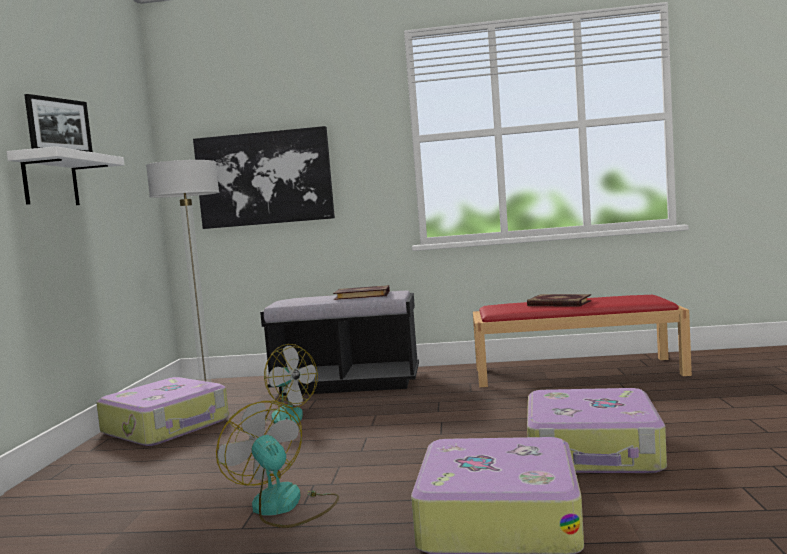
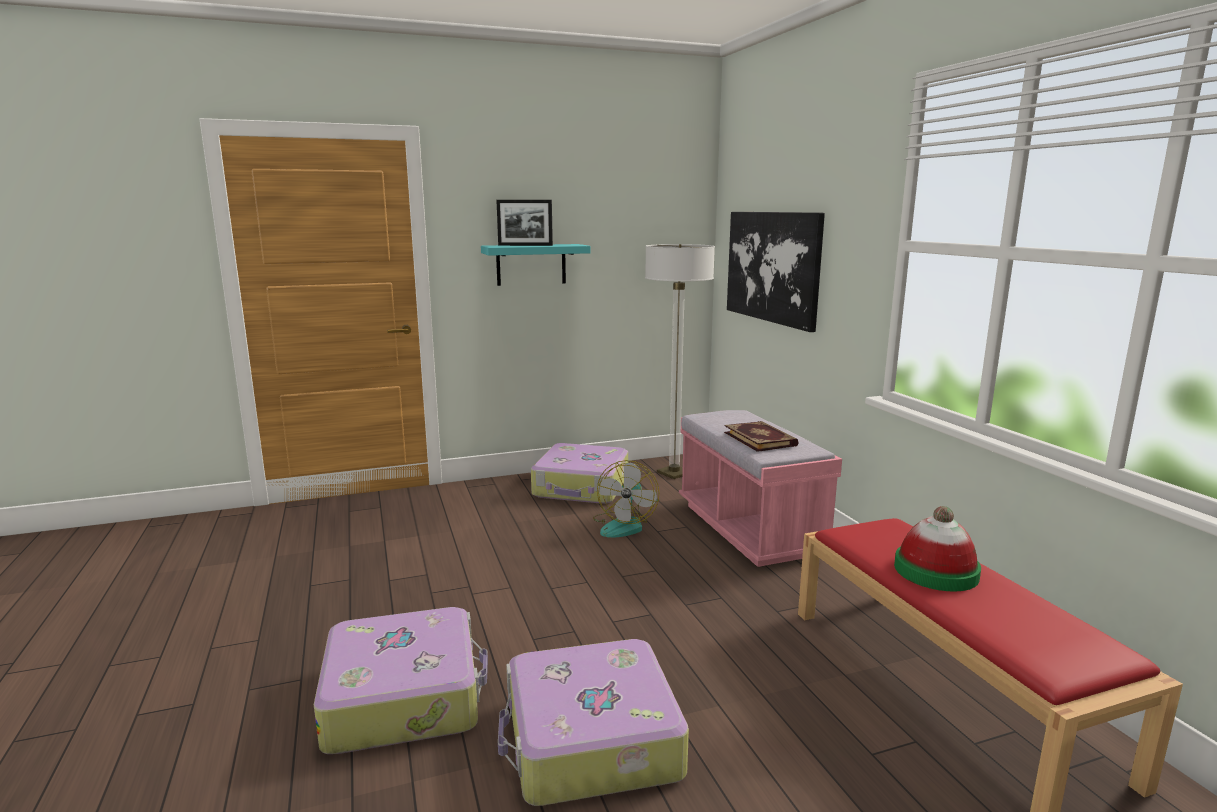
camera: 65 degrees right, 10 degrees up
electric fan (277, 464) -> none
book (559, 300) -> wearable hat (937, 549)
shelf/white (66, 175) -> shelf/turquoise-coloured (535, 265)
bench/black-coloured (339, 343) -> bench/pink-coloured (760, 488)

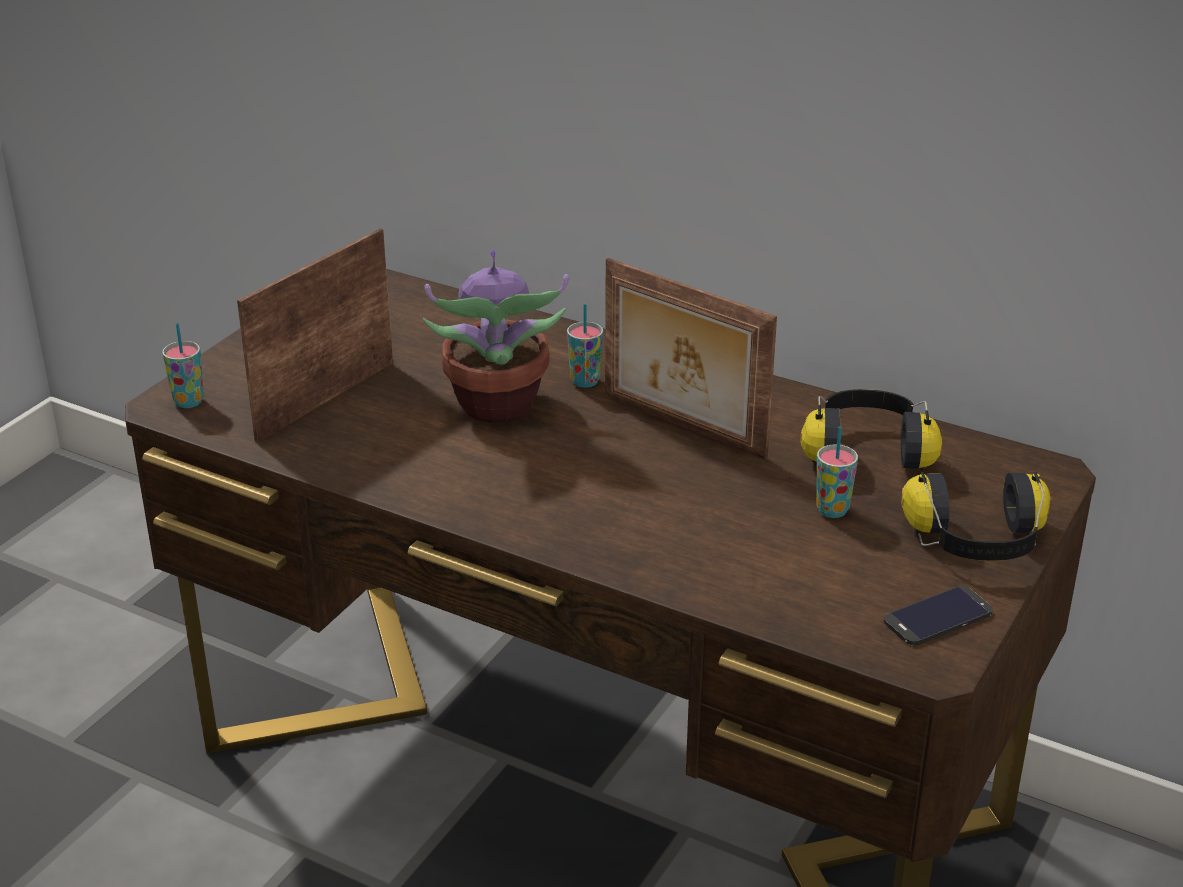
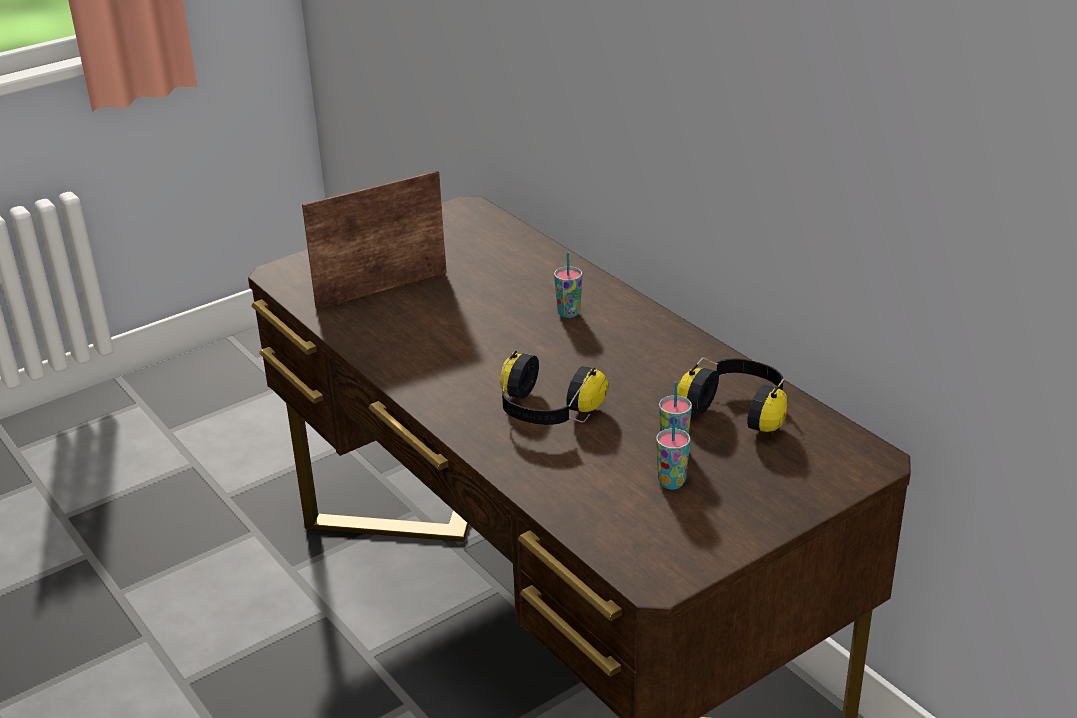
camera: 25 degrees right, 0 degrees up
potted plant (496, 336) -> none
photo frame (691, 358) -> none
telephone (938, 616) -> none
drinking cup (183, 365) -> drinking cup (673, 452), moved
pair of headphones (975, 516) -> pair of headphones (554, 388), moved

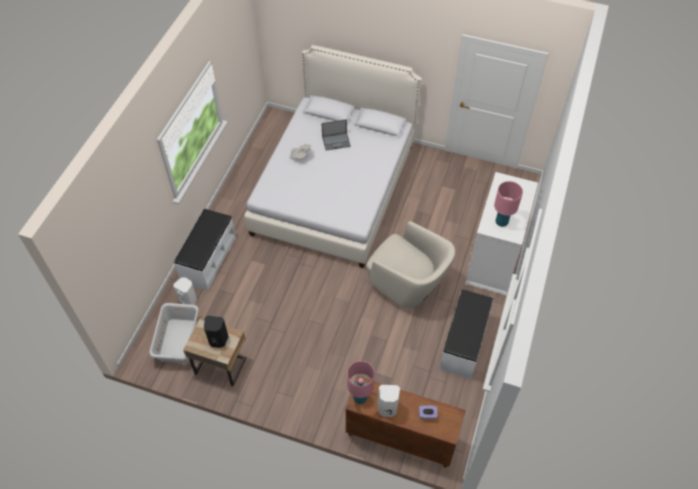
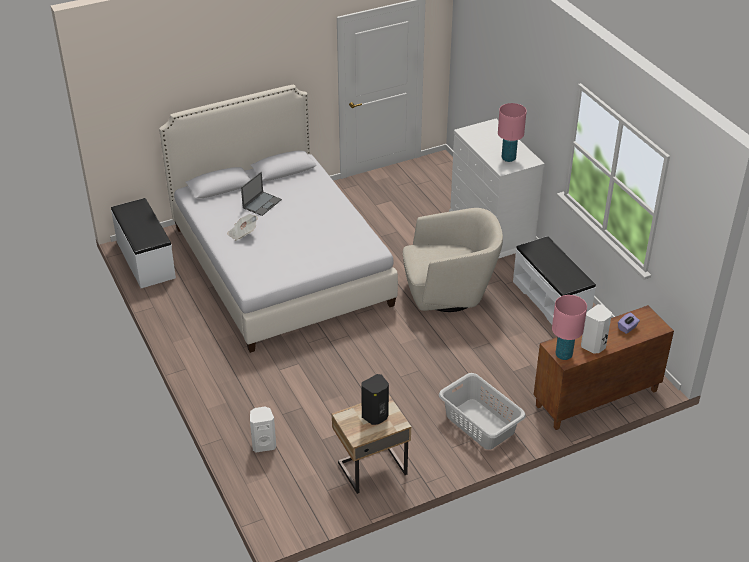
camera: 45 degrees left, 15 degrees down
washing basket/greyish (174, 333) -> washing basket/greyish (482, 411), moved
bench/white (205, 250) -> bench/white (143, 243), moved

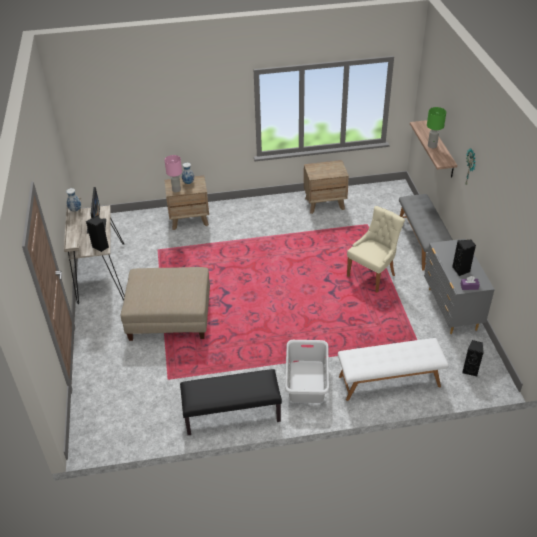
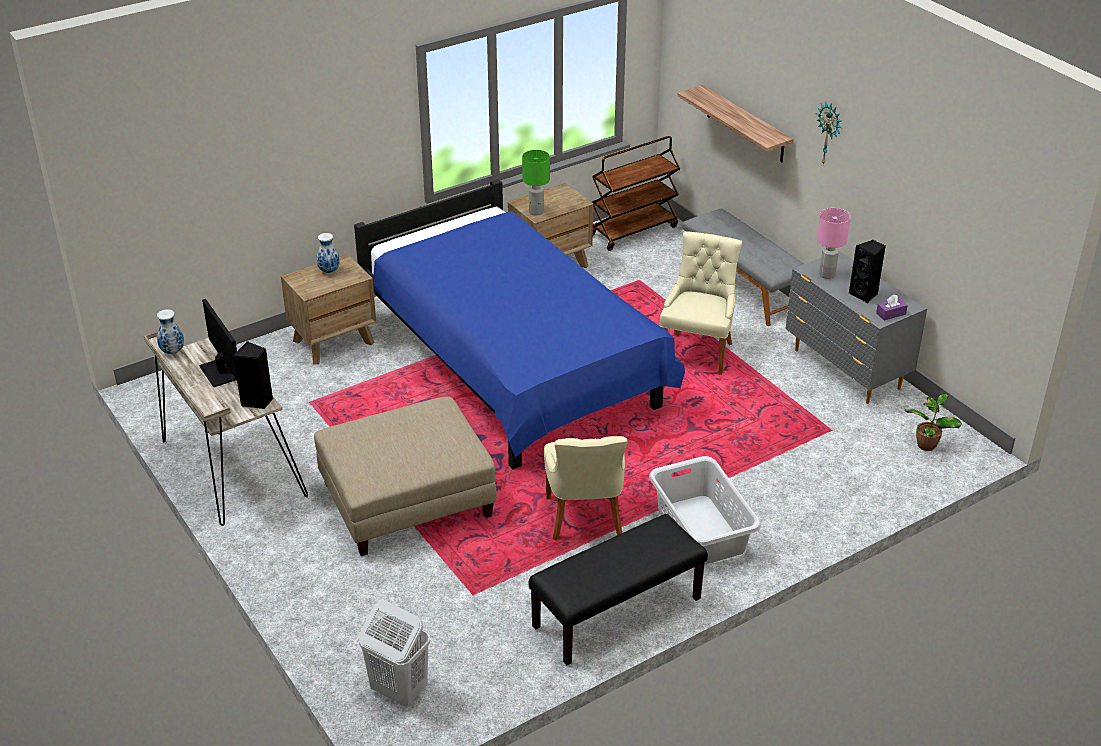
camera: 25 degrees left, 5 degrees down
bench/white (393, 369) -> none
none -> sleeping bed/bluish (519, 324)
none -> washing basket/white (394, 653)
none -> plain chair/beige (586, 488)
none -> cart/brown (636, 193)
table lamp/pink-coloured (173, 173) -> table lamp/pink-coloured (834, 243), moved
table lamp/greenish (436, 127) -> table lamp/greenish (536, 183), moved
audio speaker/black-coloured (473, 358) -> potted plant (933, 422)

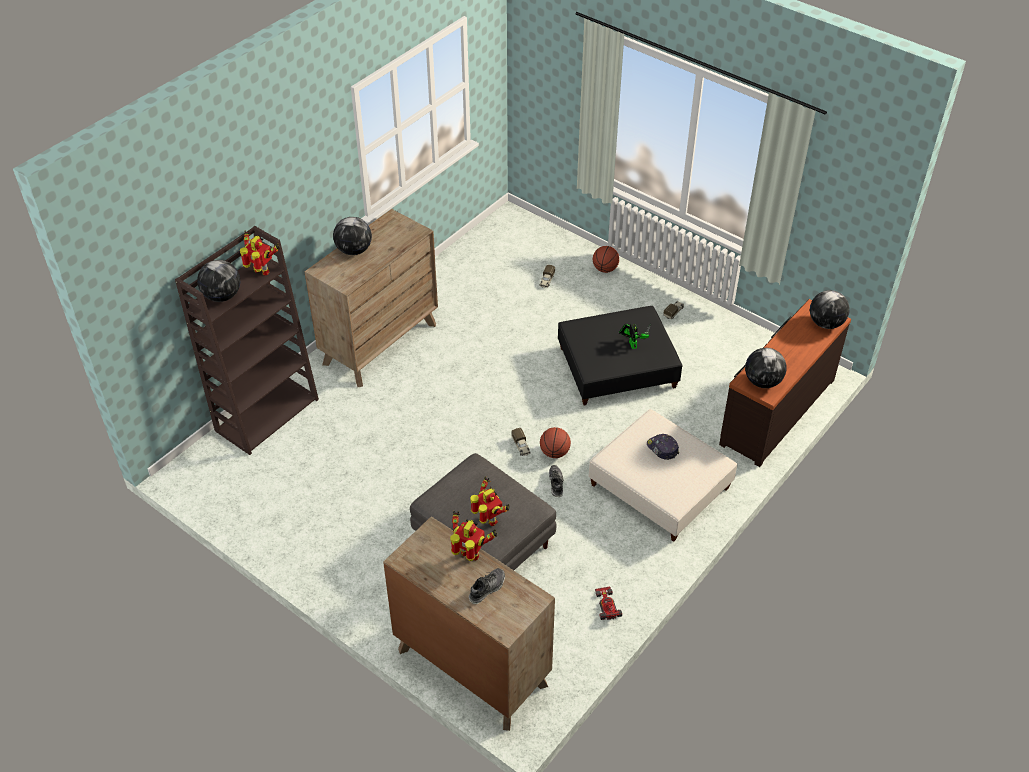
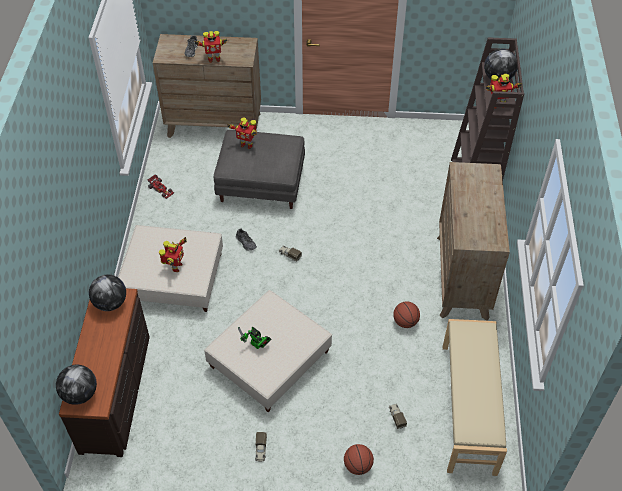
camera: 145 degrees right, 5 degrees up
world globe (352, 236) -> none
none -> bench/beige (475, 397)
ball for basketball (555, 442) -> ball for basketball (406, 314), moved
peaked cap (663, 447) -> robot figure (173, 254)
footrest/black-coloured (620, 355) -> footrest/beige (268, 351)

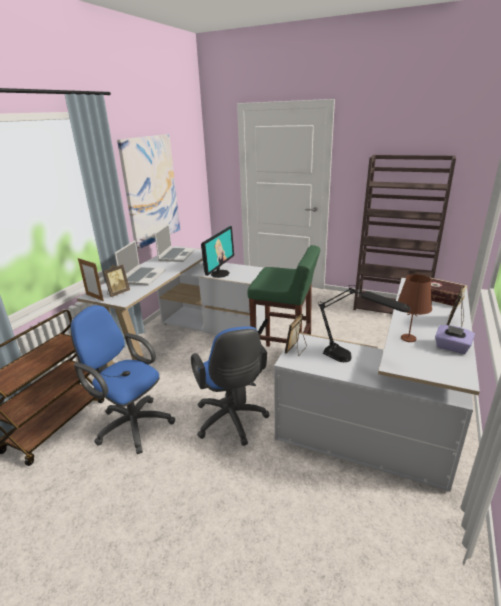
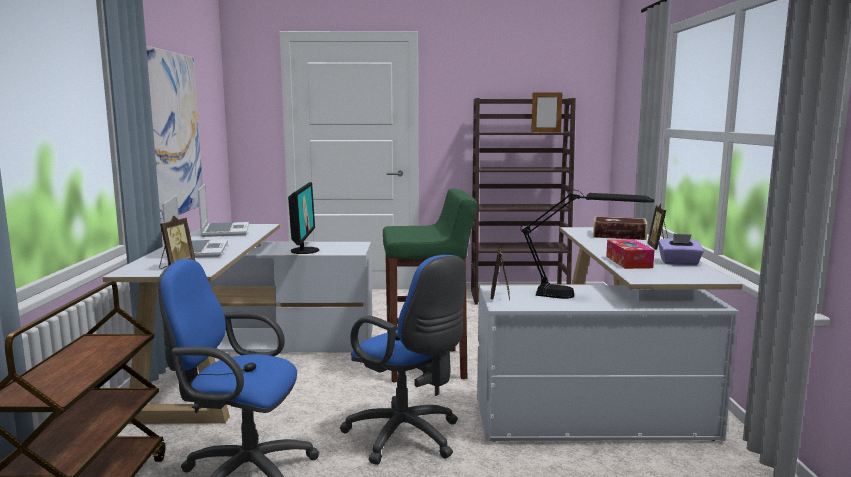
camera: 25 degrees left, 15 degrees down
photo frame (91, 279) -> photo frame (546, 111), moved
table lamp/brown (415, 308) -> tissue holder (630, 254)

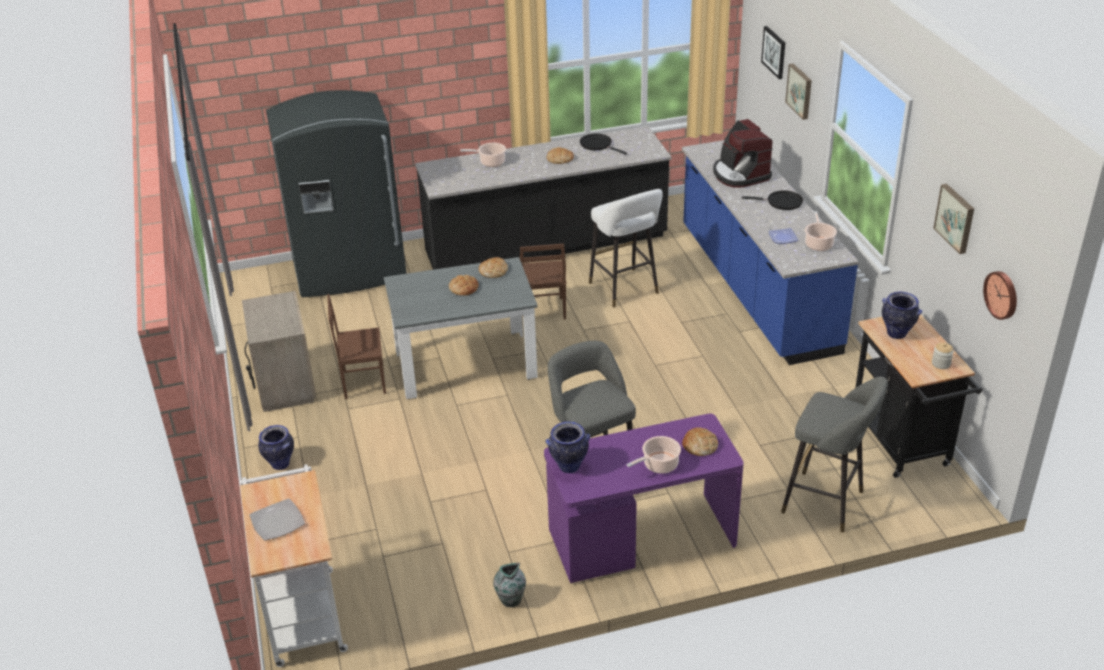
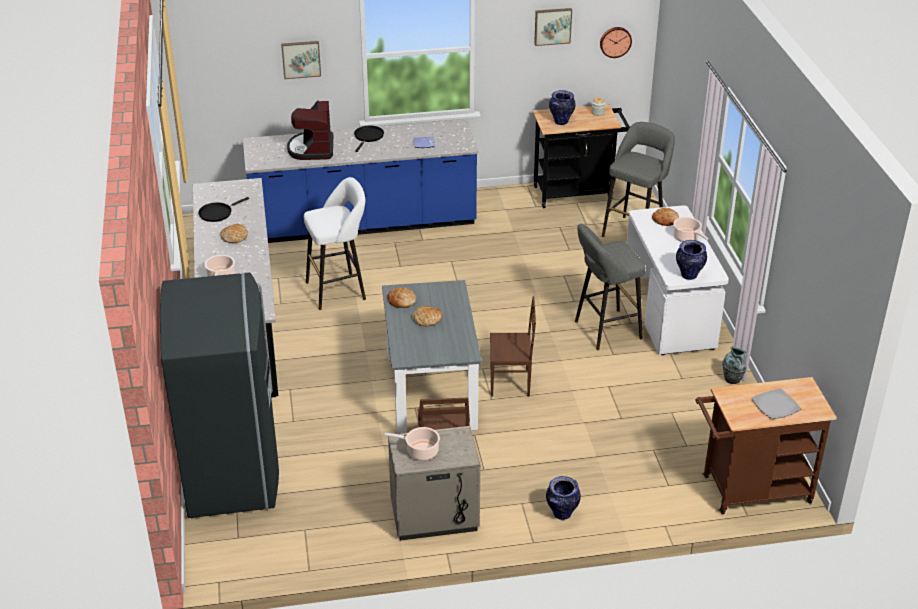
camera: 85 degrees left, 0 degrees up
picture (773, 52) -> none
plain chair/brown (543, 281) -> plain chair/brown (513, 346), moved
cooking pot (821, 231) -> cooking pot (412, 444), moved
cart/white (294, 565) -> cart/brown (766, 445)
desk table/purple (644, 498) -> desk table/white (678, 280)
coffee machine (743, 153) -> coffee machine (310, 130), 105 degrees clockwise

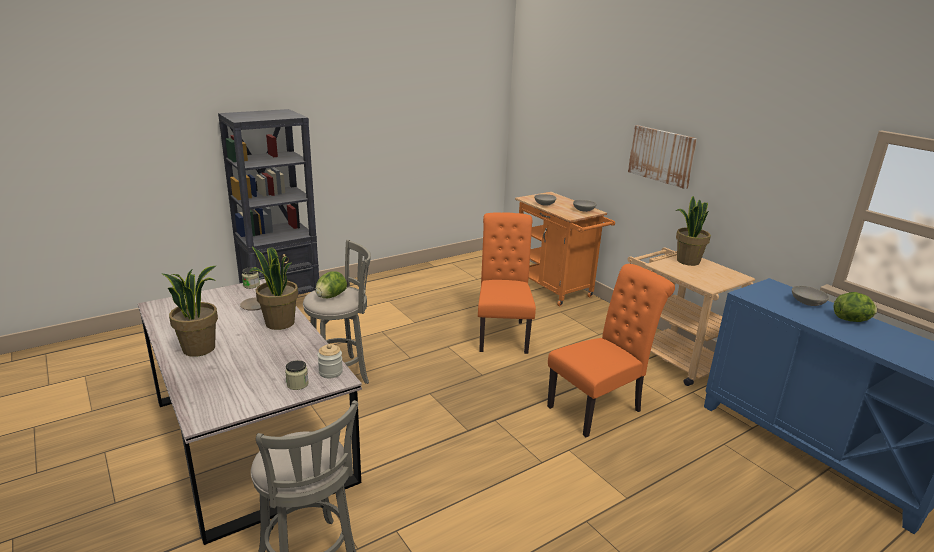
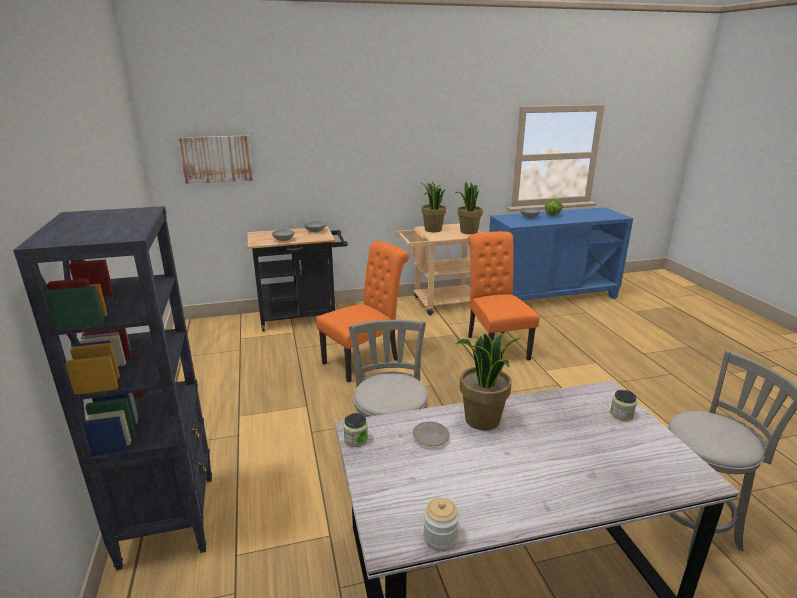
camera: 70 degrees left, 0 degrees up
lettuce head (331, 284) -> none
potted plant (190, 311) -> potted plant (469, 207), moved
storage jar (330, 361) -> storage jar (441, 524), moved
picture (662, 157) -> picture (216, 159), moved
cart/orangey (565, 249) -> cart/black-coloured (298, 279)
plain chair/orangey (507, 283) -> plain chair/orangey (362, 312), 120 degrees clockwise

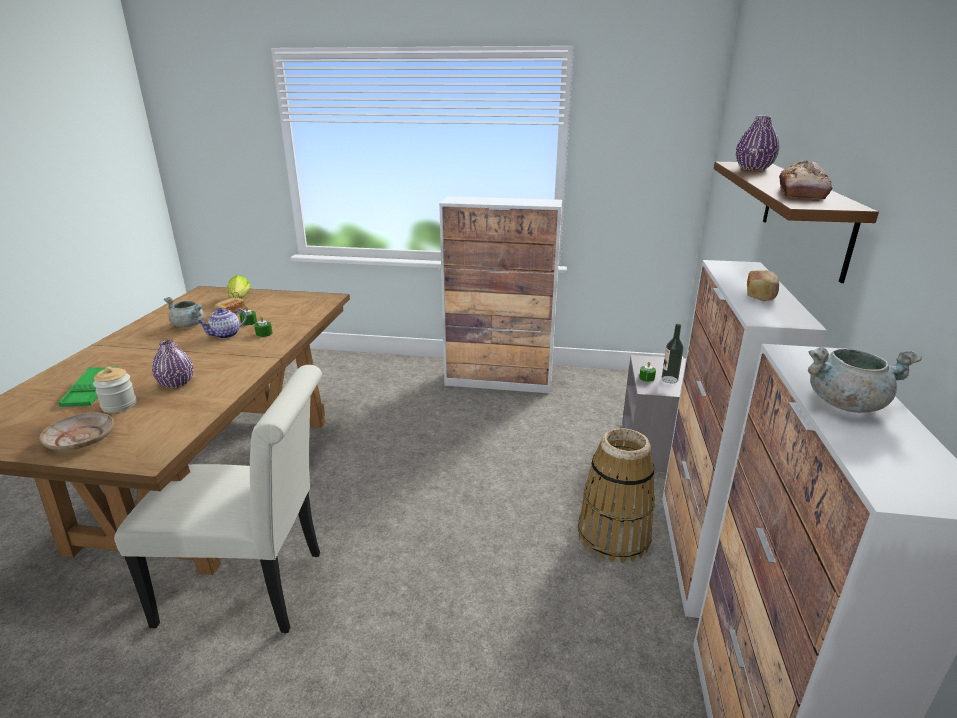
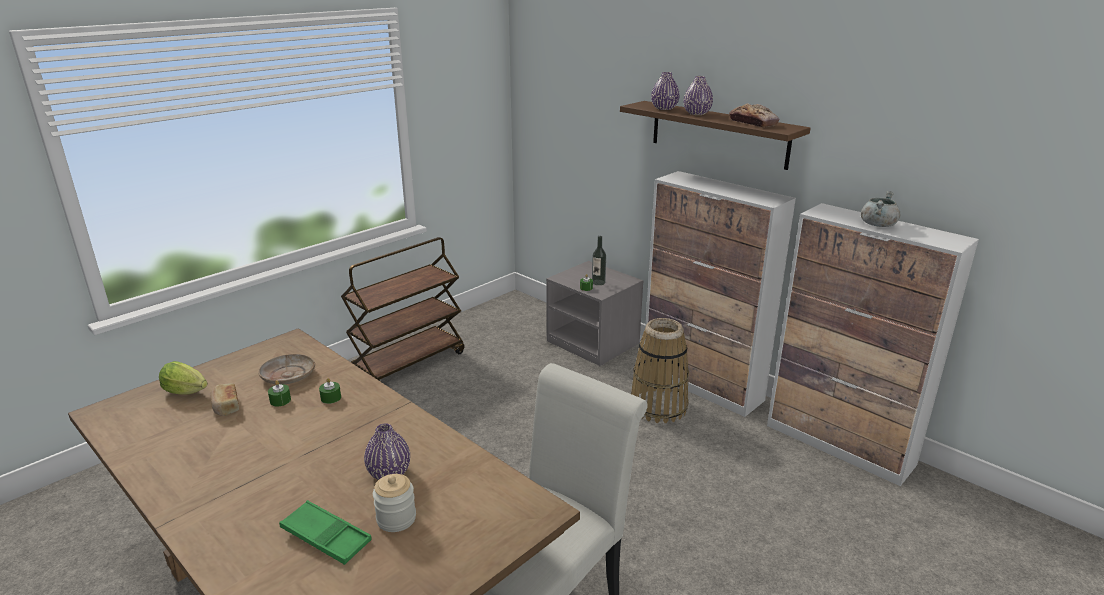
camera: 55 degrees left, 0 degrees up
cooking pot/greyish (184, 312) -> none
pot for tea (222, 323) -> none
bakery bread (763, 285) -> none
none -> flower vase/purple (698, 95)
flat dish/beige (77, 432) -> flat dish/beige (286, 369), moved
storage cabinet (500, 294) -> cart/brown (402, 309)

